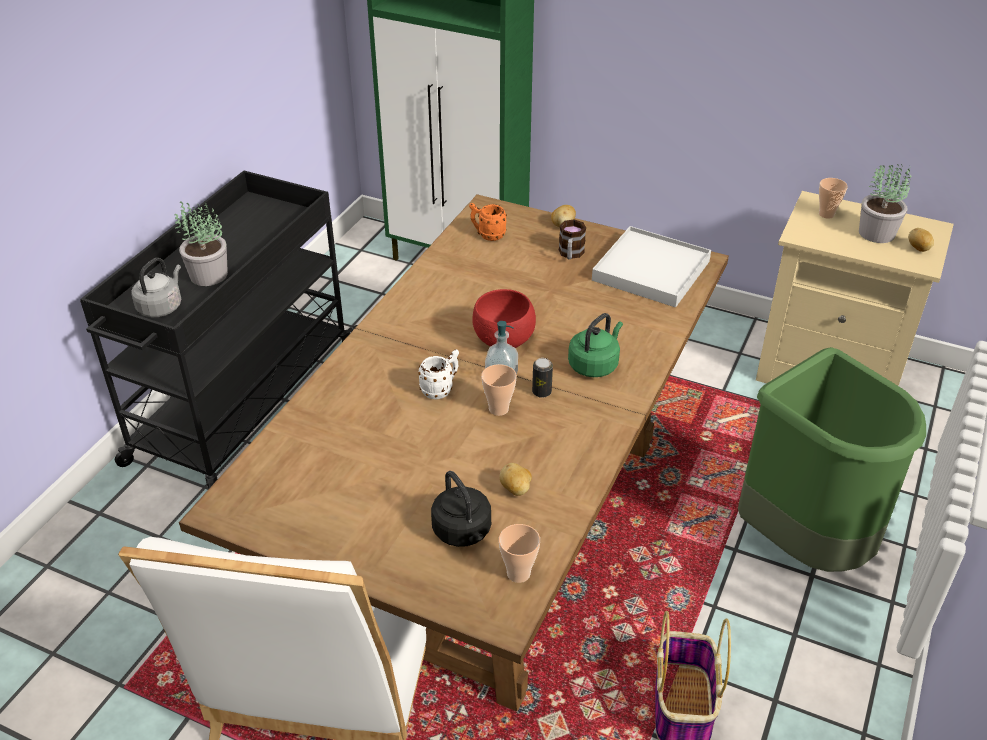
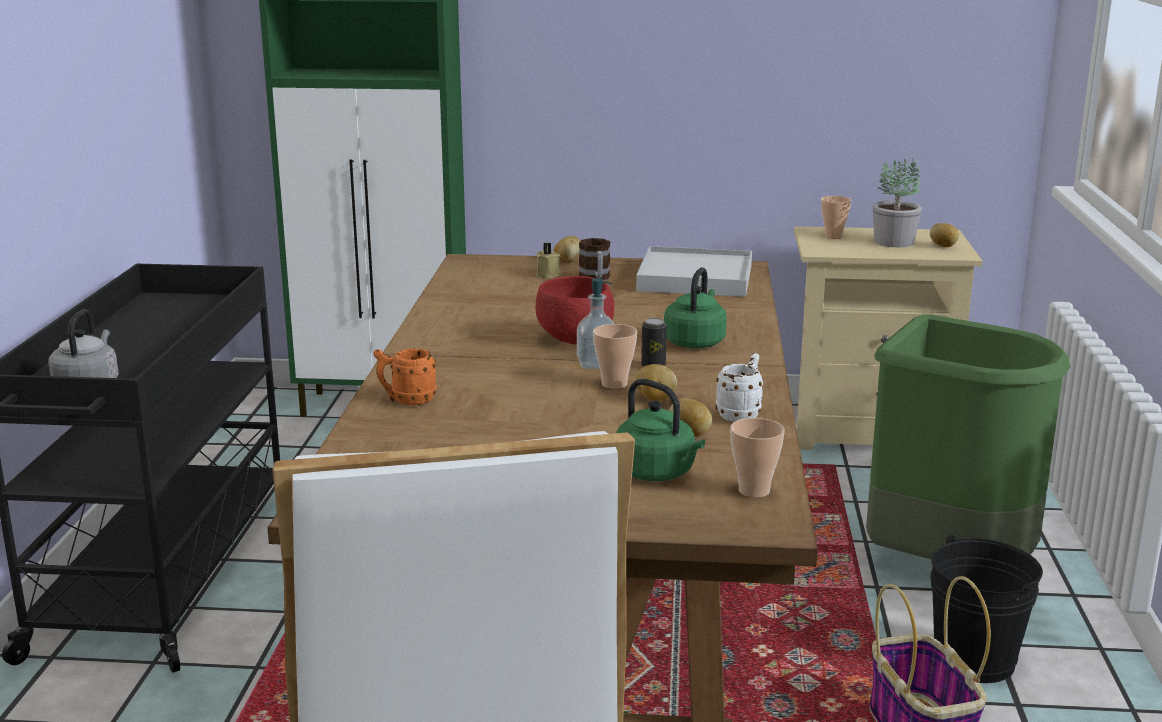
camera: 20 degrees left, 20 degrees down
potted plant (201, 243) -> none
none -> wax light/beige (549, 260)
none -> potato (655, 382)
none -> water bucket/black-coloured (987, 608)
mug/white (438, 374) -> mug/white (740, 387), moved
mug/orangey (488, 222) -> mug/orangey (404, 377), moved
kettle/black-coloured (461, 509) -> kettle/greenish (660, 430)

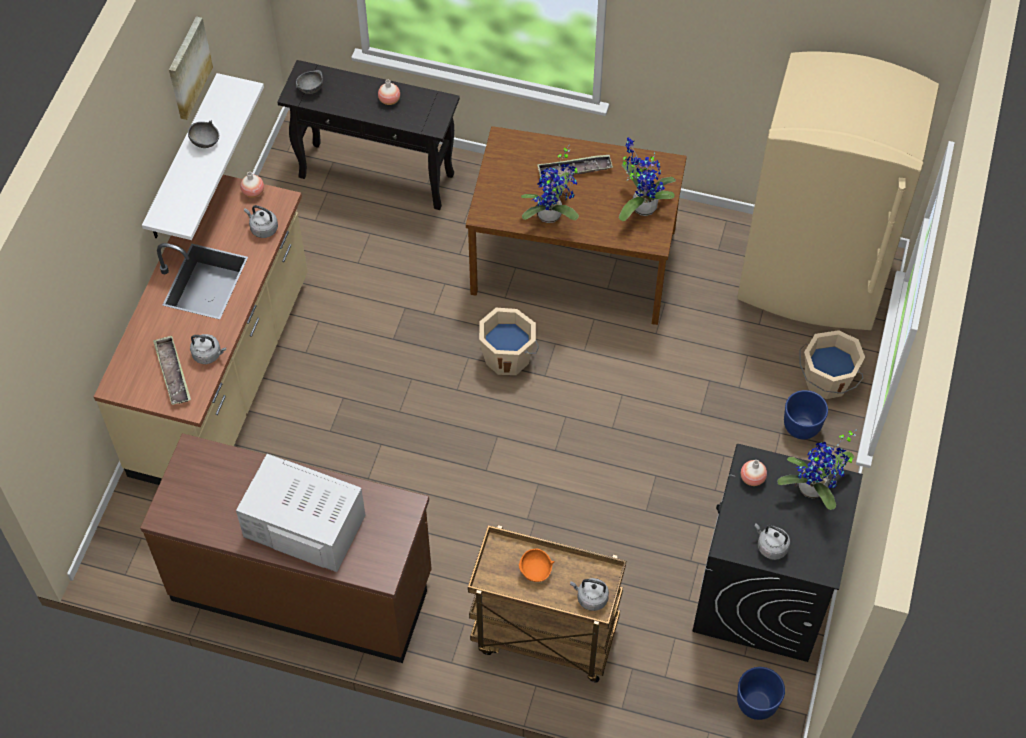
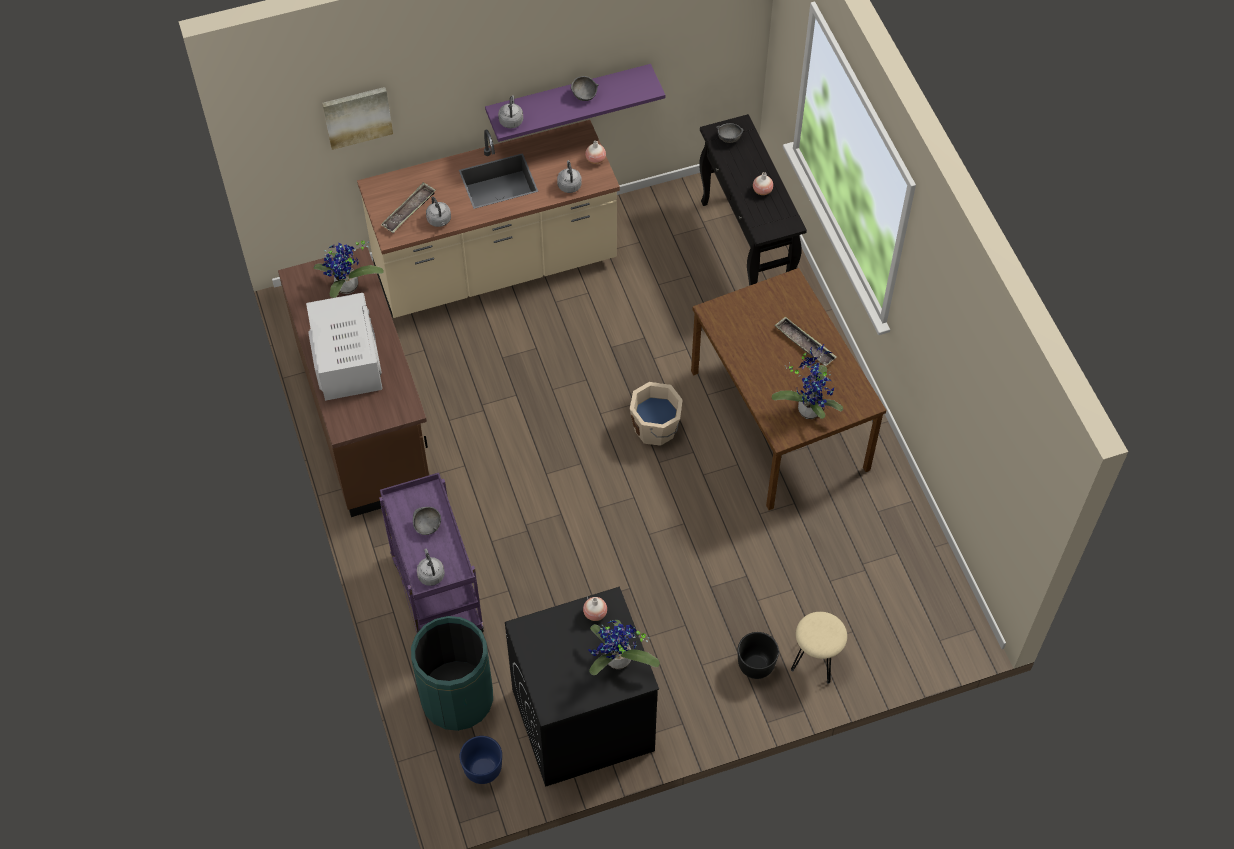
camera: 55 degrees right, 0 degrees up
fridge/beige (838, 190) -> none
none -> waste bin/greenish (452, 673)
picture (191, 68) -> picture (357, 118), moved
potted plant (550, 184) -> potted plant (348, 269), moved
kettle/greyish (772, 541) -> kettle/greyish (510, 111), moved
water bucket/beige (832, 364) -> sitting stool/beige (819, 648)
shelf/white (203, 156) -> shelf/purple (575, 103)
cart/brown (547, 604) -> cart/purple (431, 553)
bowl/orangey (537, 565) -> bowl/greyish (427, 521)
plant pot/bluish (806, 414) -> plant pot/black-coloured (758, 655)

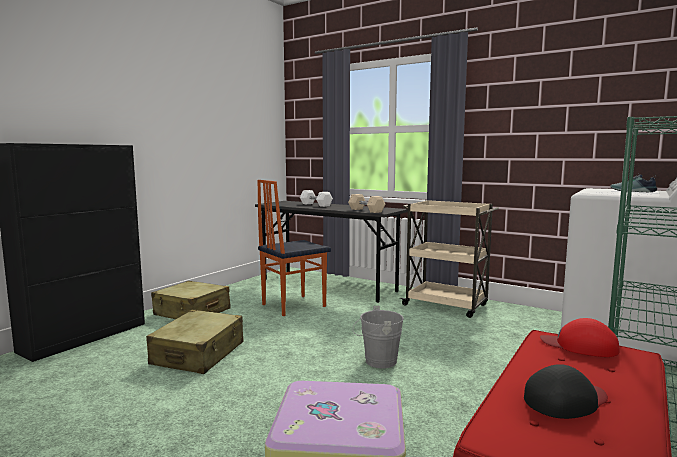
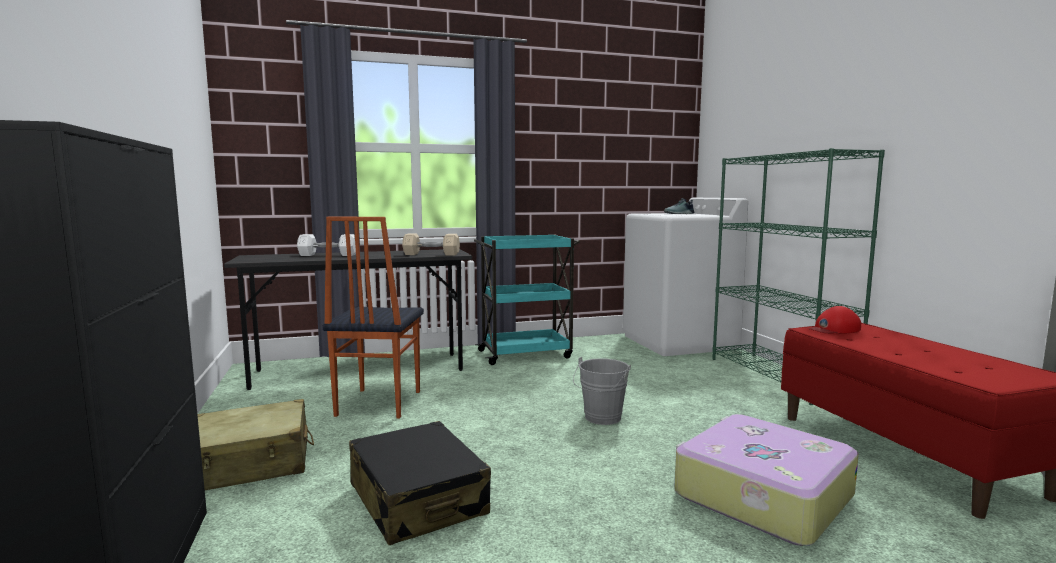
camera: 50 degrees left, 0 degrees up
peaked cap/black-coloured (566, 391) -> none
travel case/beige (194, 342) -> travel case/black-coloured (420, 483)
cart/beige (449, 259) -> cart/turquoise-coloured (527, 300)

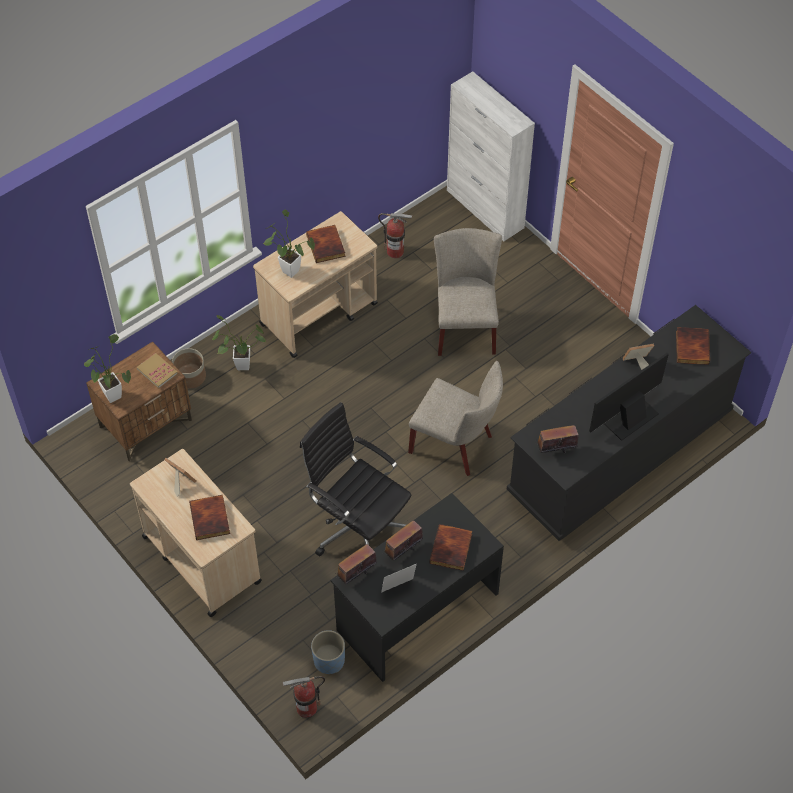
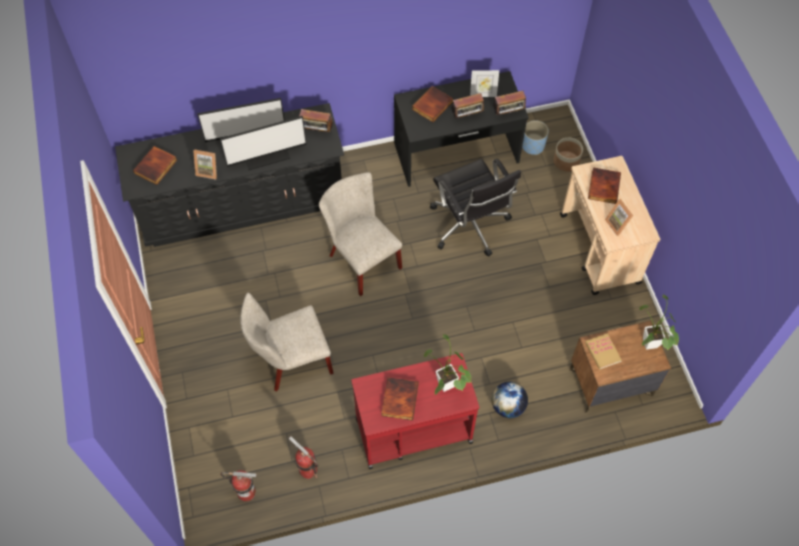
camera: 155 degrees left, 5 degrees up
storage cabinet/white (491, 156) -> none
none -> computer display (263, 143)
plant pot (189, 368) -> plant pot (568, 155), moved
fire-fighting cylinder (304, 697) -> fire-fighting cylinder (238, 485), moved
potted plant (239, 342) -> world globe (510, 400)
cart/beige (315, 284) -> cart/red (415, 411)
plain chair/beige (468, 292) -> plain chair/beige (287, 342), 45 degrees clockwise

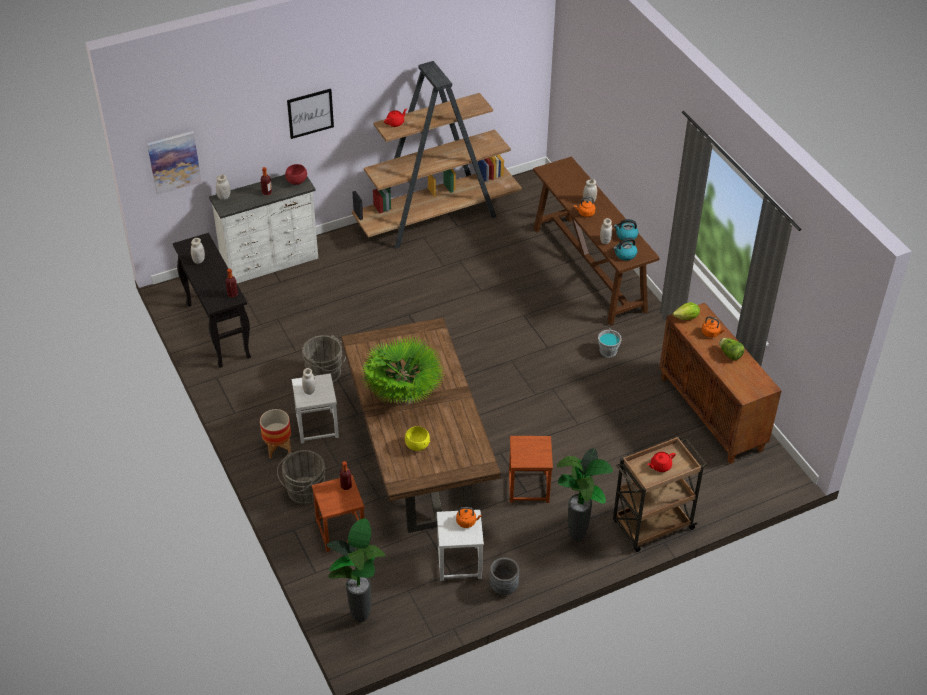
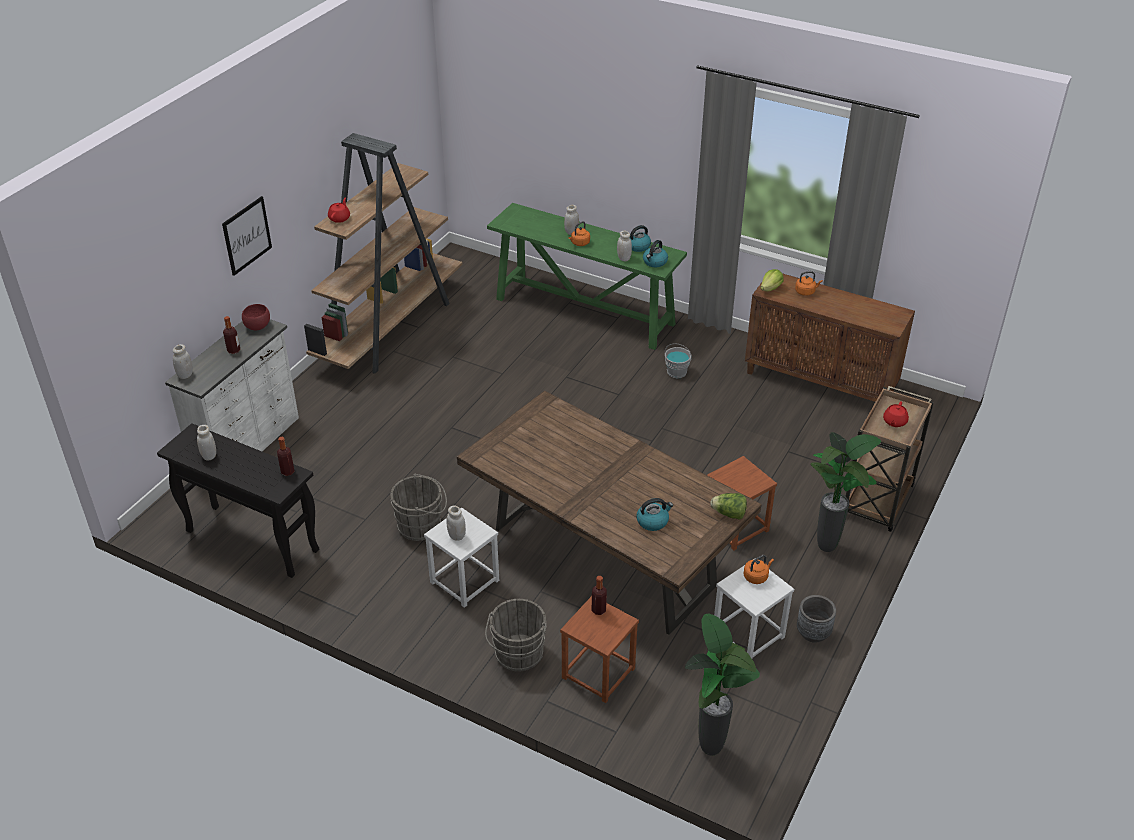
camera: 35 degrees left, 5 degrees down
picture (174, 163) -> none
plant pot (275, 433) -> none
potted plant (402, 371) -> none
lettuce head (732, 349) -> lettuce head (729, 506), moved
bowl/yellow-coloured (417, 438) -> kettle (655, 514)
hall table/brown (596, 241) -> hall table/greenish (587, 276)

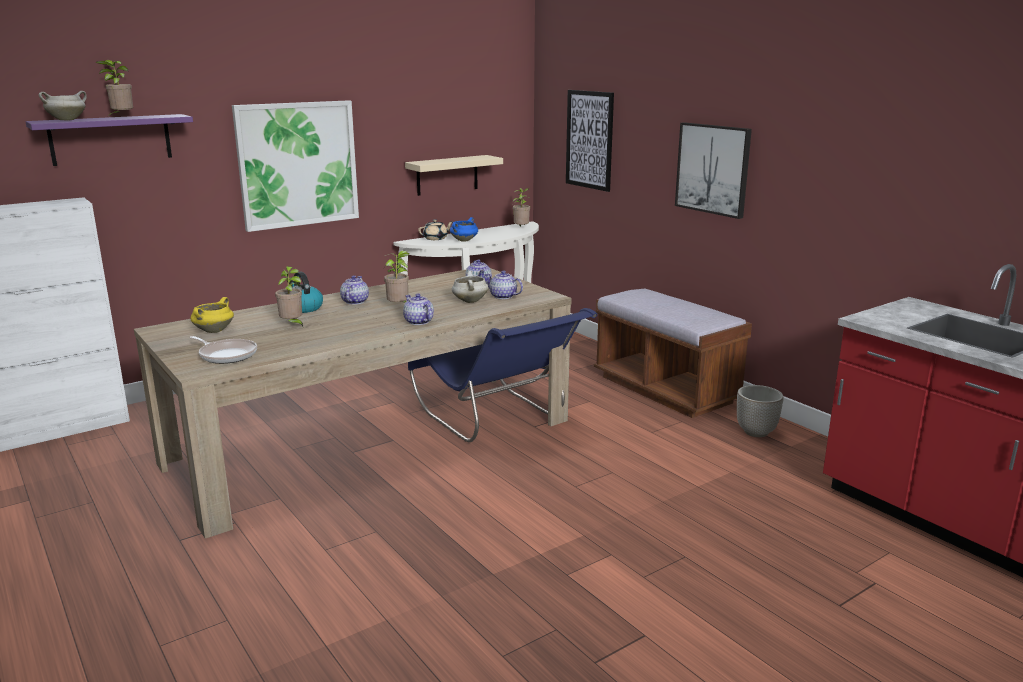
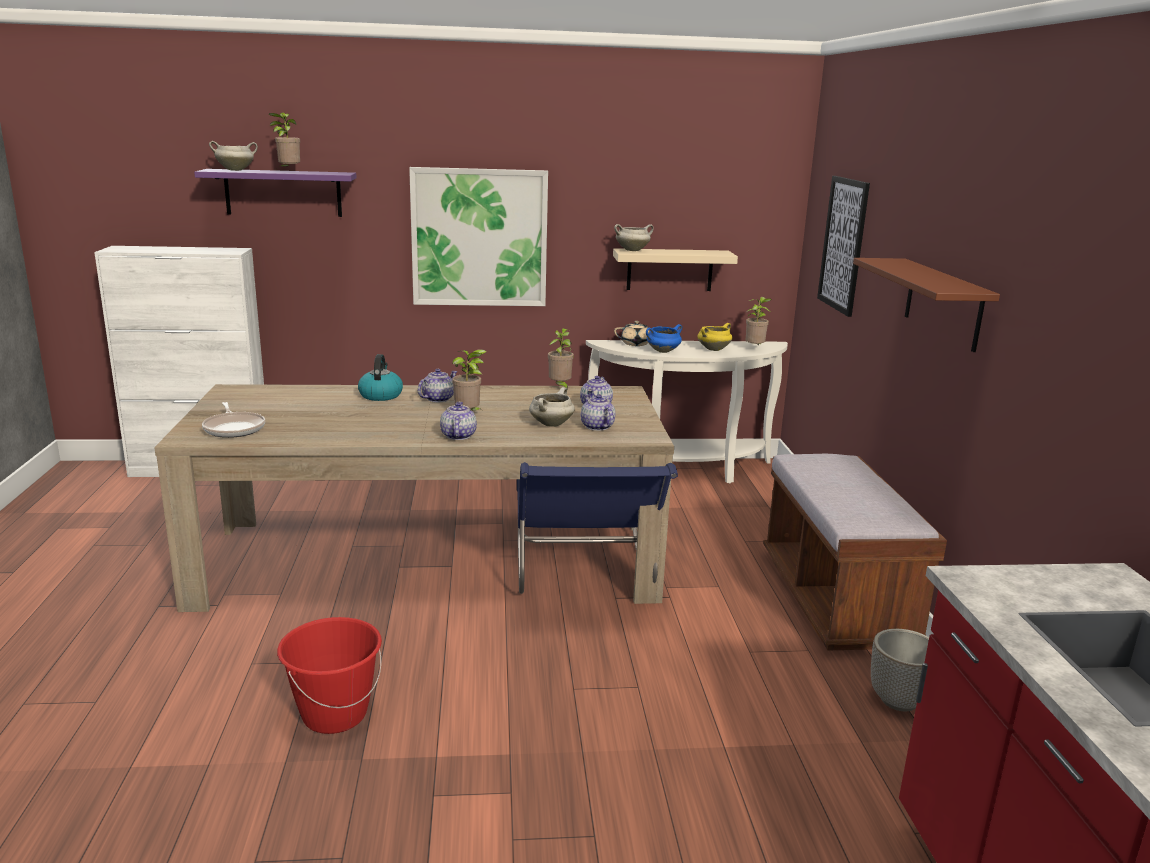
camera: 30 degrees right, 0 degrees up
none -> water bucket/red (329, 675)
none -> cooking pot/white (634, 237)
cooking pot/yellow-coloured (212, 315) -> cooking pot/yellow-coloured (714, 337), moved
potted plant (289, 296) -> potted plant (561, 358), moved
picture (713, 170) -> shelf/brown (926, 305)

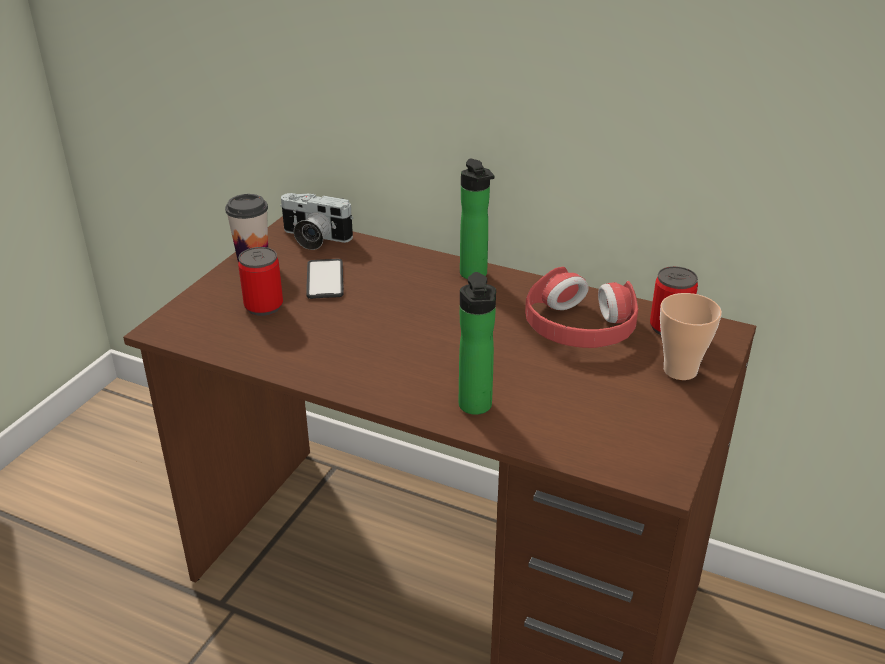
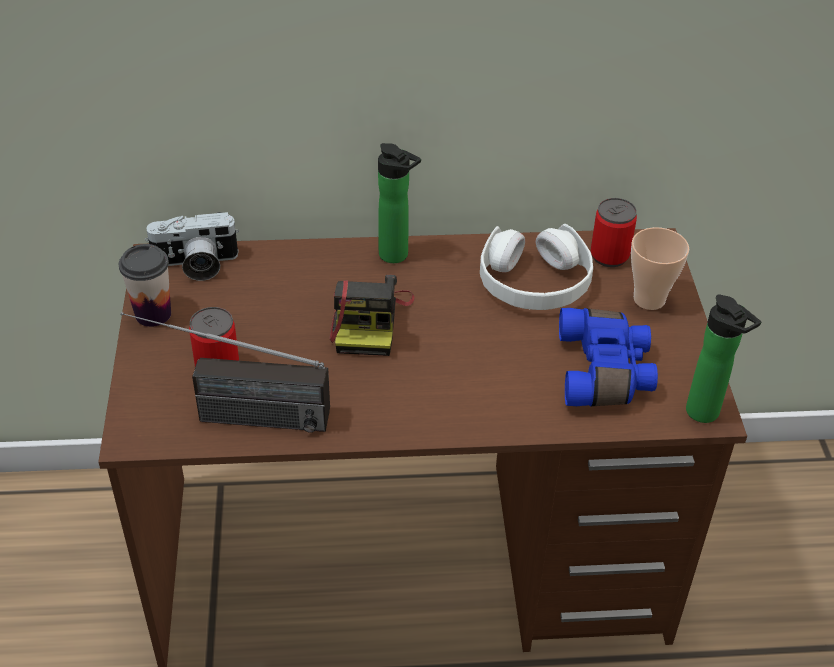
camera: 30 degrees left, 10 degrees up
telephone (325, 279) -> none
none -> radio set (225, 372)
none -> photo camera (372, 315)
none -> binoculars/bluish (608, 357)
bottle (477, 343) -> bottle (723, 359), moved
pair of headphones/red (581, 307) -> pair of headphones/white (536, 267)

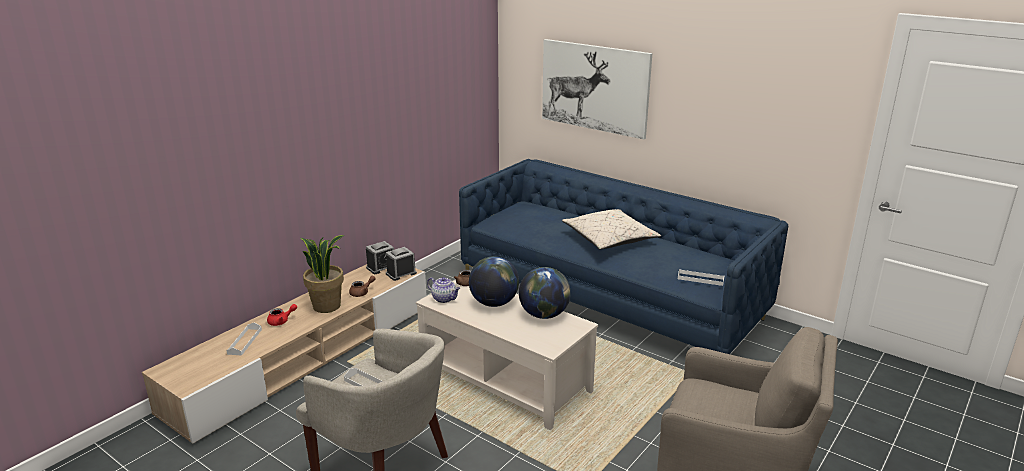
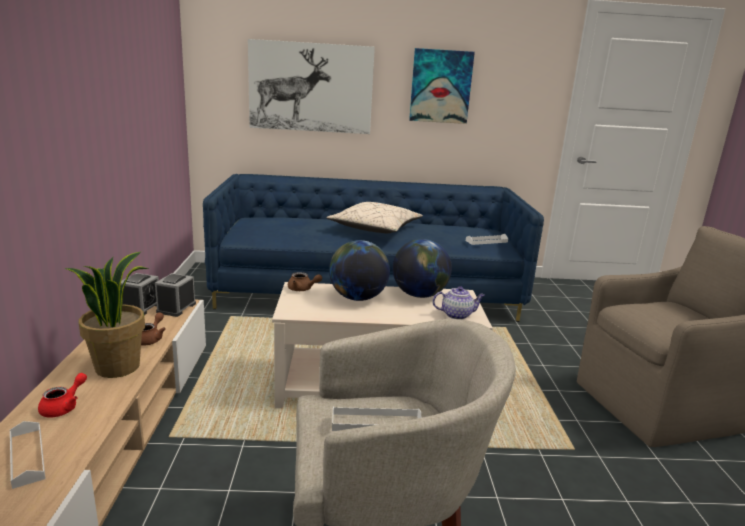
camera: 40 degrees left, 5 degrees down
none -> picture (442, 86)
pot for tea (443, 290) -> pot for tea (459, 303), moved

